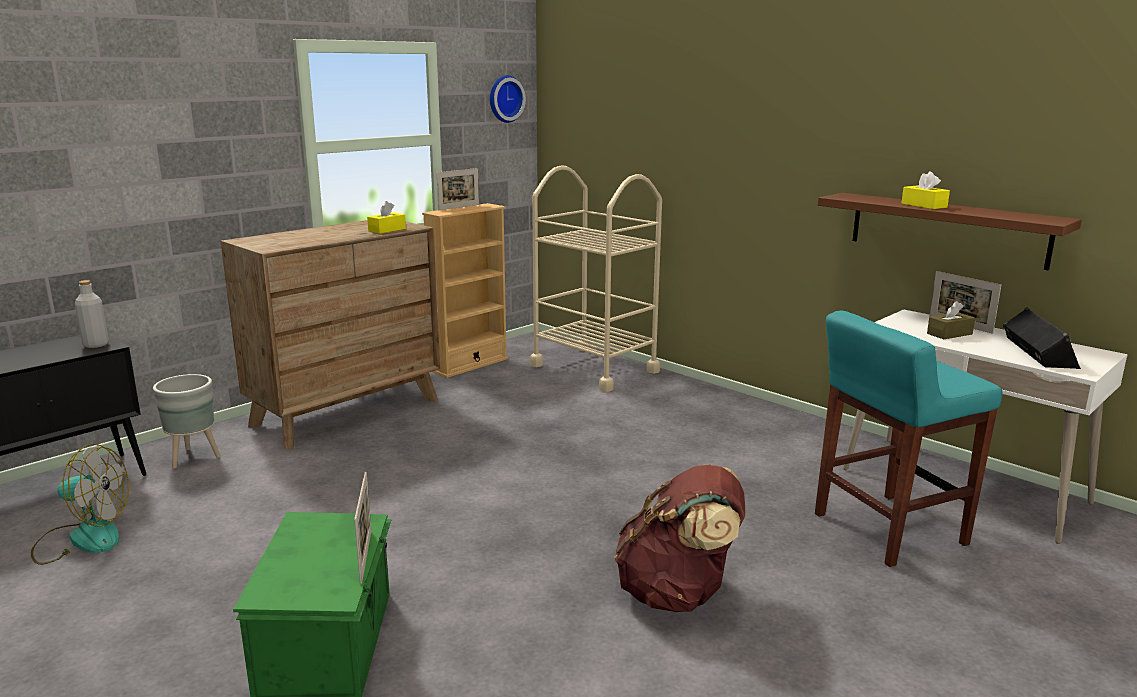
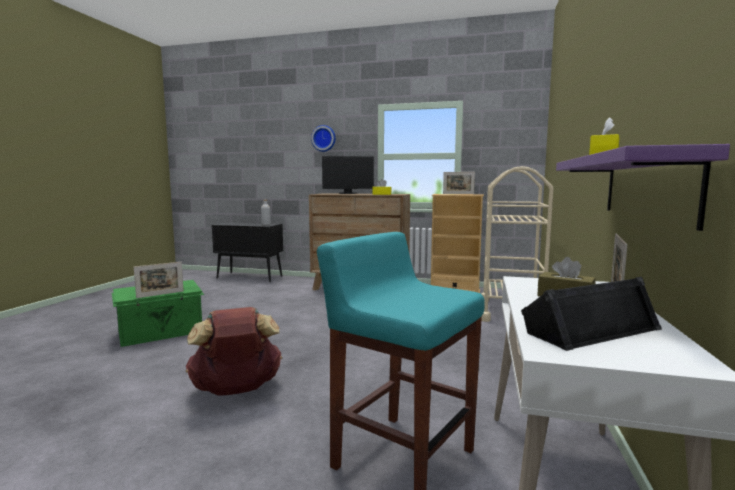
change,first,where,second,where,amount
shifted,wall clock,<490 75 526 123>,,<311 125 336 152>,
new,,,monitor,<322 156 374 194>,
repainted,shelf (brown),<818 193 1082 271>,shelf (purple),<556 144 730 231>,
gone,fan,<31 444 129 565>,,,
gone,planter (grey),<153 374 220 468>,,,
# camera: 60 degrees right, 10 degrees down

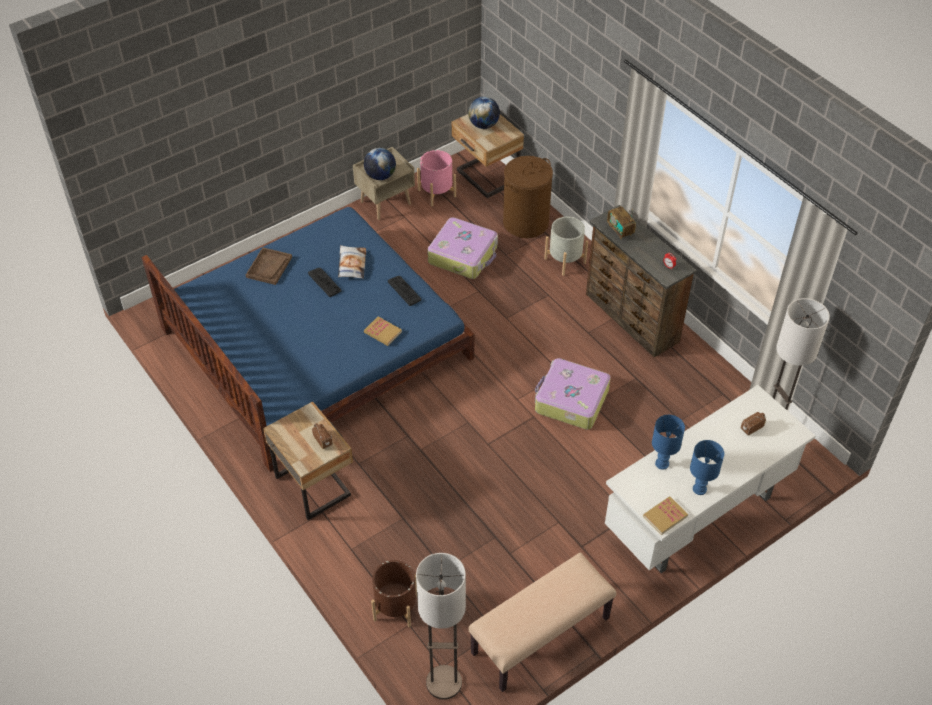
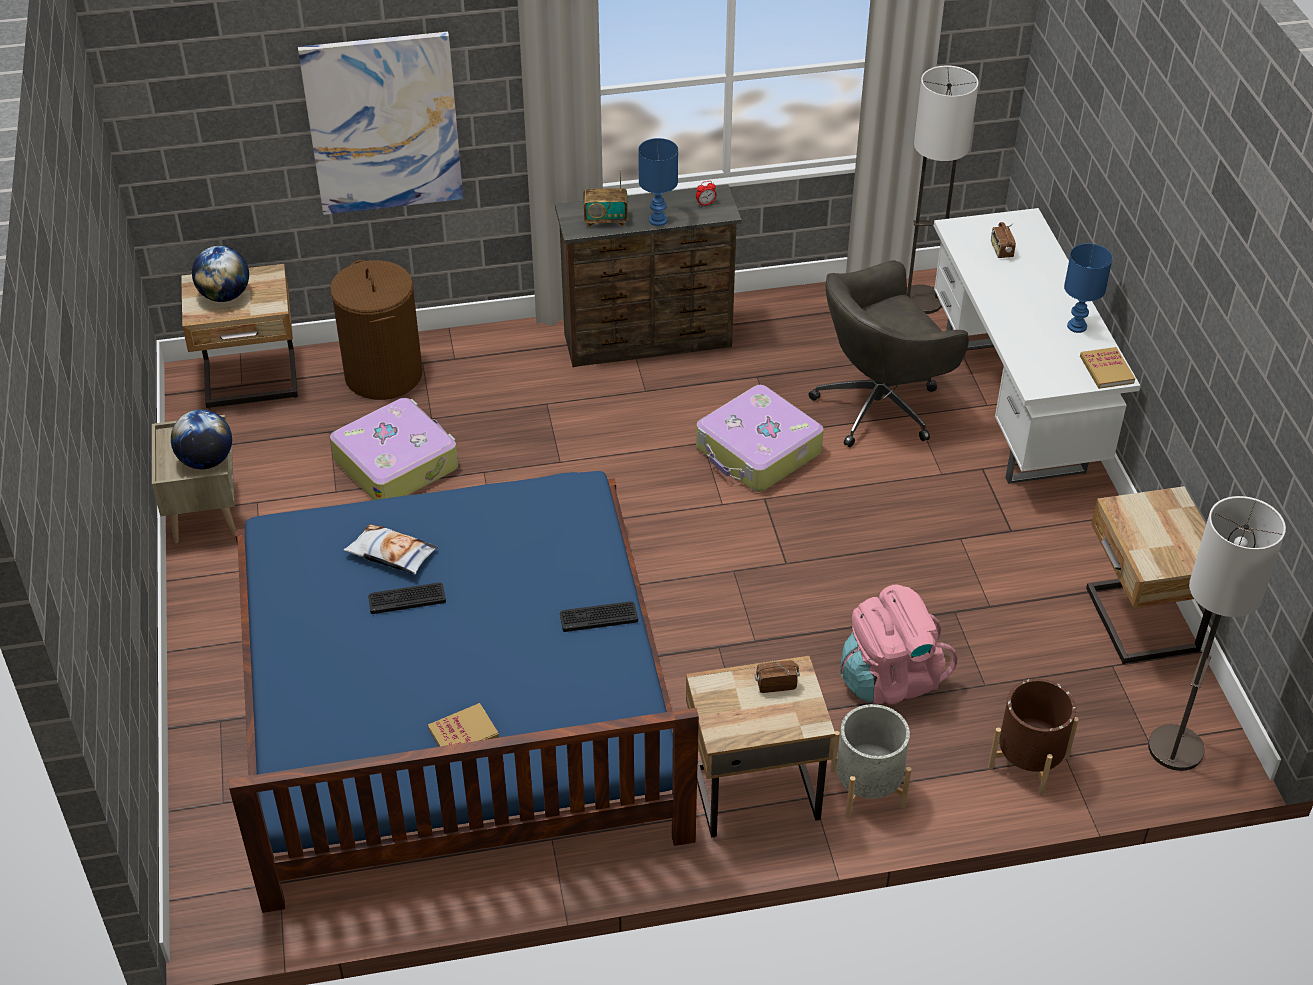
change,first,where,second,where,amount
new,,,picture,<298 32 463 215>,
shifted,book,<364 316 402 346>,,<428 703 499 747>,
shifted,keyboard,<388 276 421 306>,,<560 601 638 632>,
shifted,table lamp (blue),<652 415 685 470>,,<638 138 678 226>,
new,,,office chair (grey),<809 260 969 447>,
shifted,planter (grey),<544 217 588 276>,,<830 704 912 818>,
new,,,backpack (pink),<841 584 958 704>,
swapped,bench (beige),<468 553 616 692>,nightstand (beige),<1086 486 1212 664>,
gone,tray (brown),<246 247 292 285>,,,
gone,planter (pink),<417 150 456 206>,,,
# camera: 65 degrees left, 5 degrees down

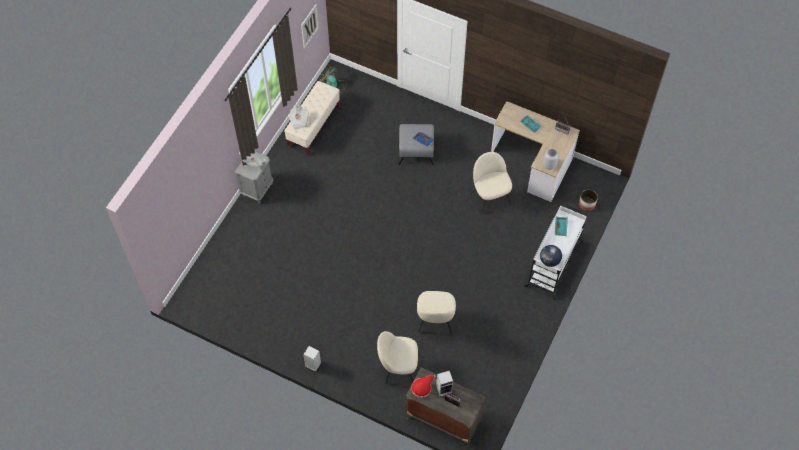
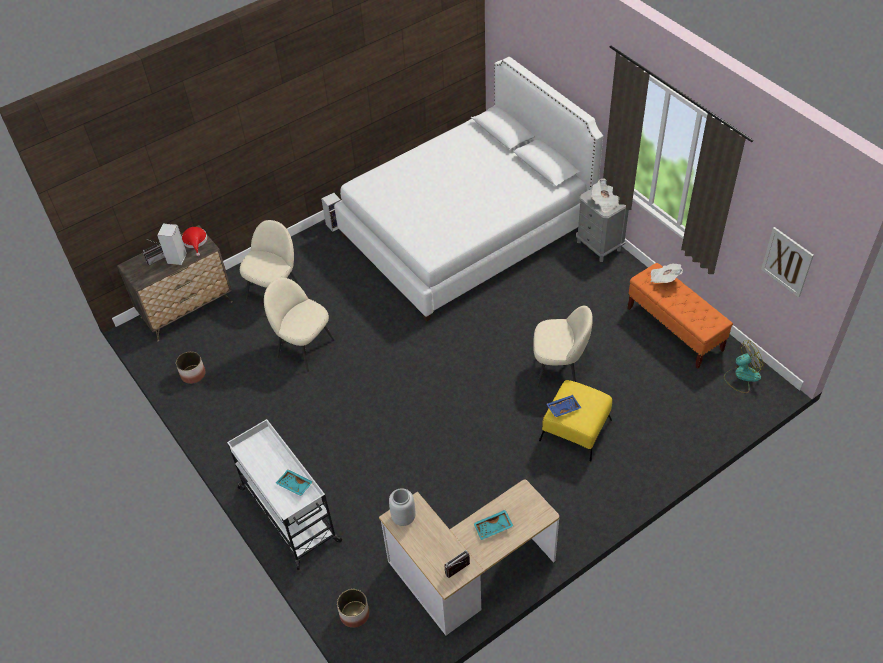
change,first,where,second,where,amount
new,,,planter,<176 351 206 384>,
new,,,bed (white),<334 57 603 321>,
shifted,chair (beige),<471 152 512 214>,,<533 306 593 389>,
repainted,ottoman (grey),<399 124 434 165>,ottoman (yellow),<539 380 612 462>,
repainted,bench (beige),<284 81 340 155>,bench (orange),<627 263 733 369>,
gone,globe,<540 245 562 267>,,,
# camera: 120 degrees right, 10 degrees down

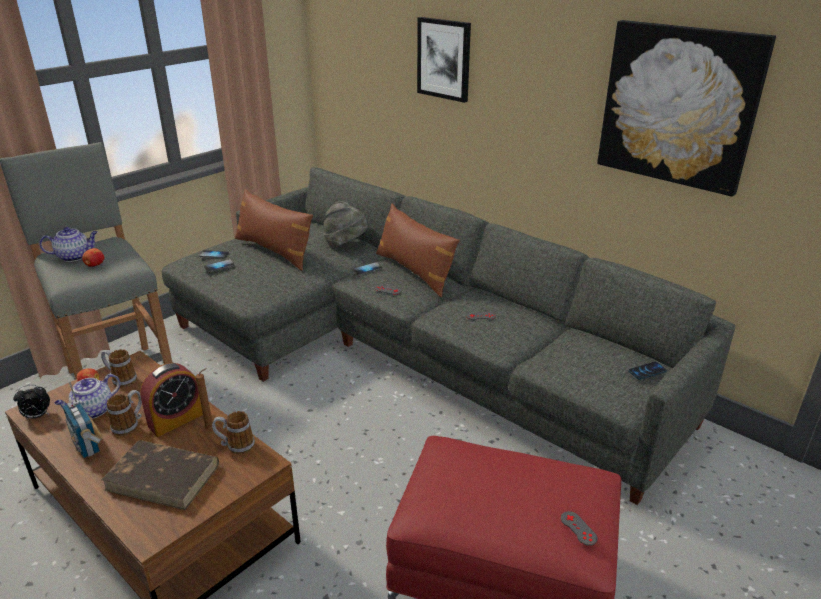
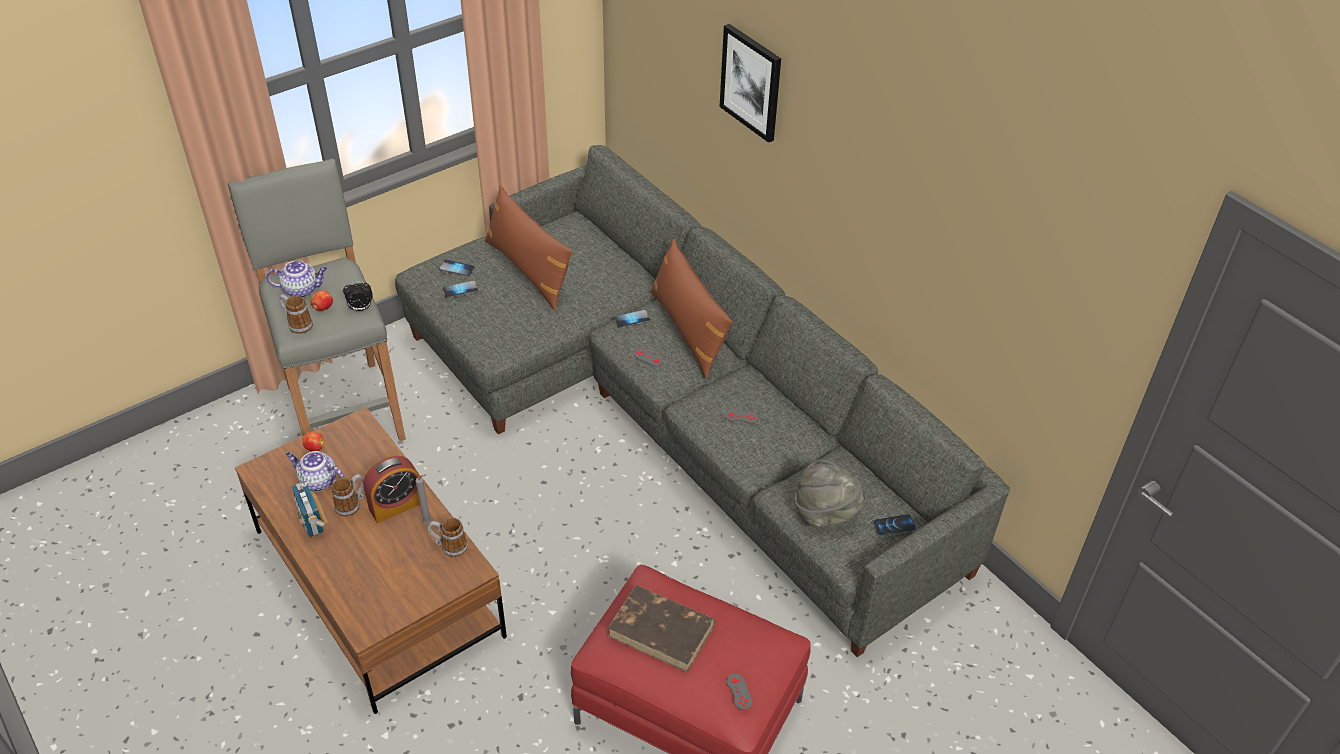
change,first,where,second,where,amount
shifted,mug,<101 349 137 387>,,<278 294 313 334>,
rotated,teapot,<54 374 120 418>,,<286 451 344 491>,60 degrees clockwise
shifted,alarm clock,<13 385 50 419>,,<343 281 373 311>,
repainted,candle (brown),<196 368 213 430>,candle (grey),<416 474 432 524>,
shifted,book (brown),<101 440 219 510>,,<608 585 715 672>,
shifted,hat (grey),<323 201 368 247>,,<795 459 865 527>,
gone,picture,<597 20 776 197>,,,
# camera: 10 degrees right, 15 degrees up

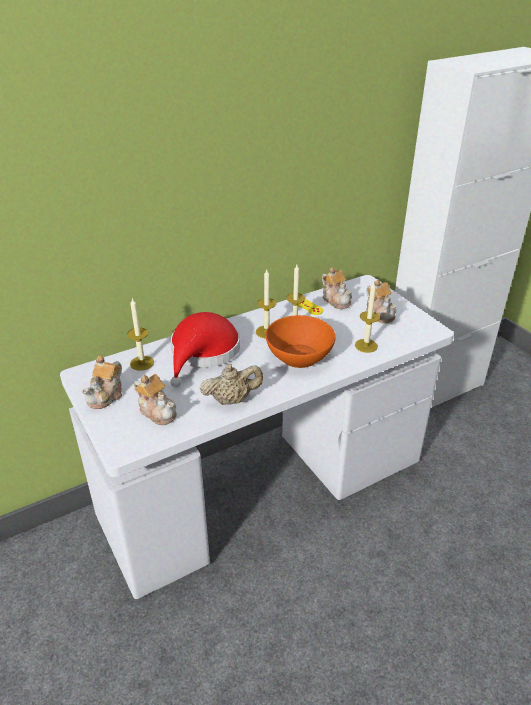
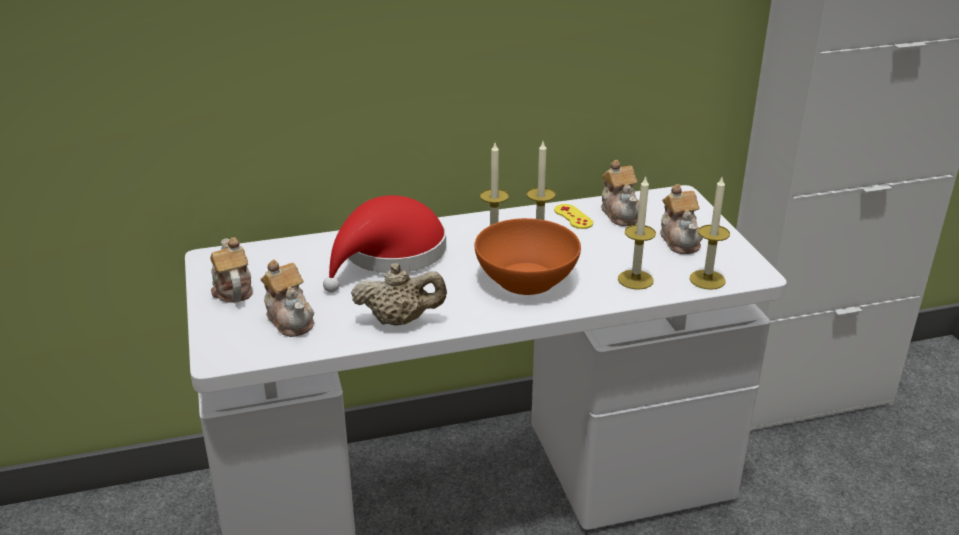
change,first,where,second,where,amount
rotated,teapot,<82 356 122 409>,,<210 237 253 303>,120 degrees clockwise
shifted,candle,<127 297 154 370>,,<689 177 730 290>,
# camera: 15 degrees right, 5 degrees down

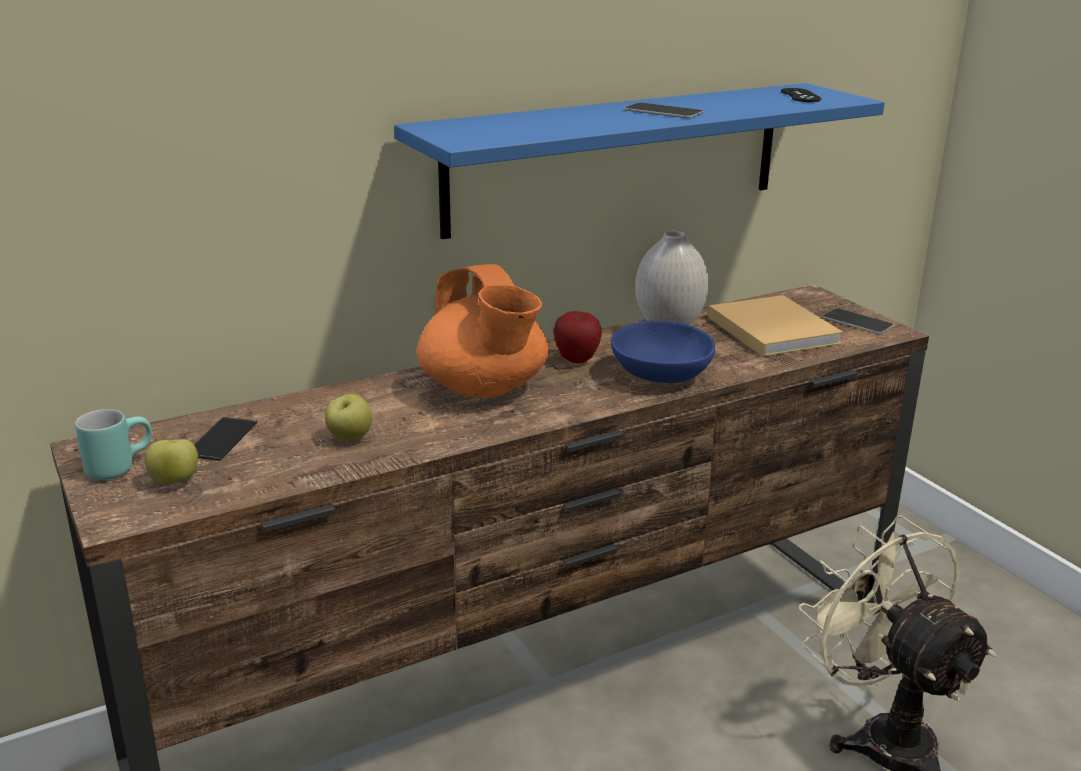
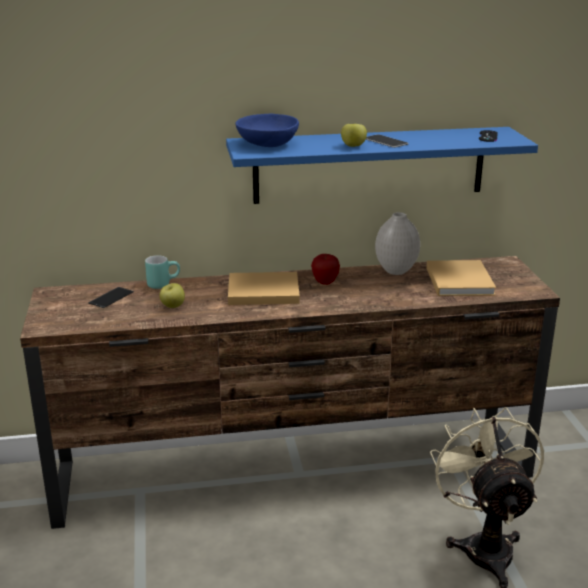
change,first,where,second,where,amount
shifted,mug (turquoise),<75 409 152 480>,,<145 255 180 289>,
swapped,teapot (orange),<417 264 548 398>,book (beige),<228 272 300 305>,
shifted,bowl (blue),<611 321 715 383>,,<235 114 299 147>,
shifted,apple,<144 439 198 485>,,<341 124 367 147>,
gone,phone,<822 308 894 334>,,,
# camera: 20 degrees right, 0 degrees up

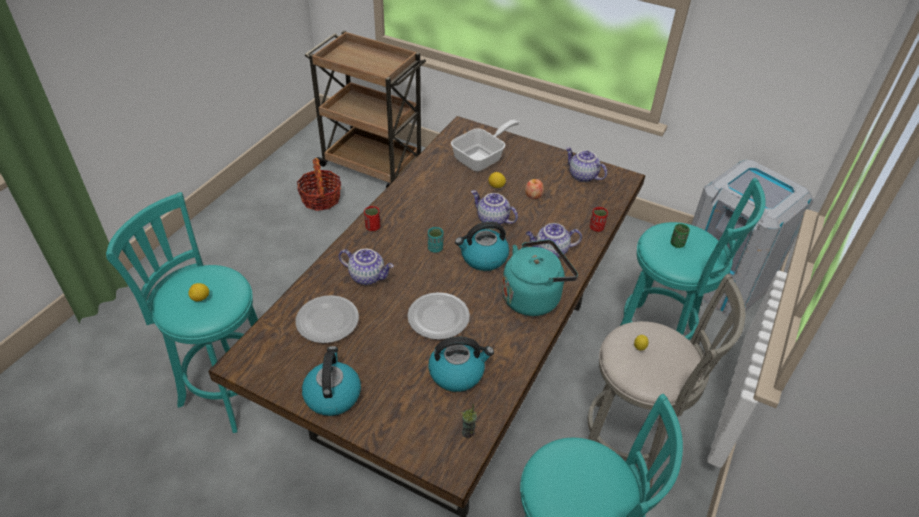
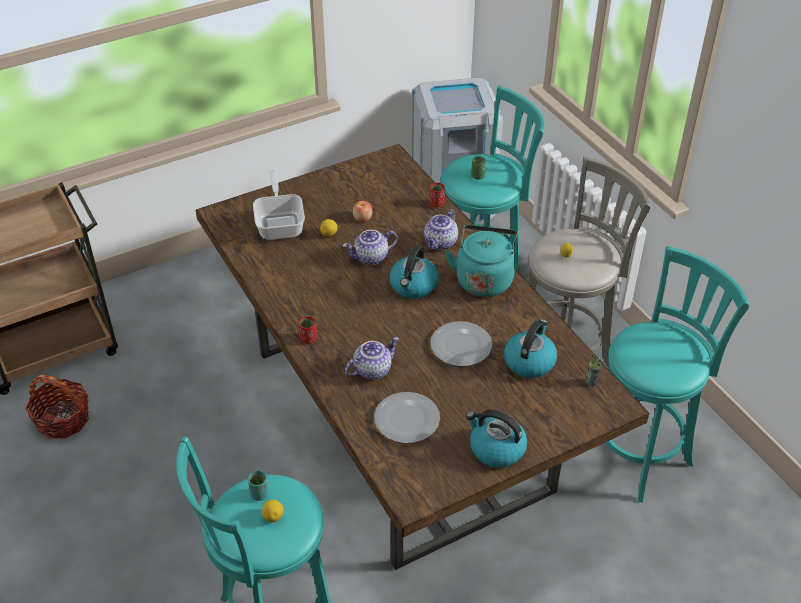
change,first,where,second,where,amount
shifted,cup (turquoise),<428 227 444 253>,,<248 471 269 501>,
gone,teapot,<566 147 607 182>,,,
# camera: 55 degrees left, 0 degrees up

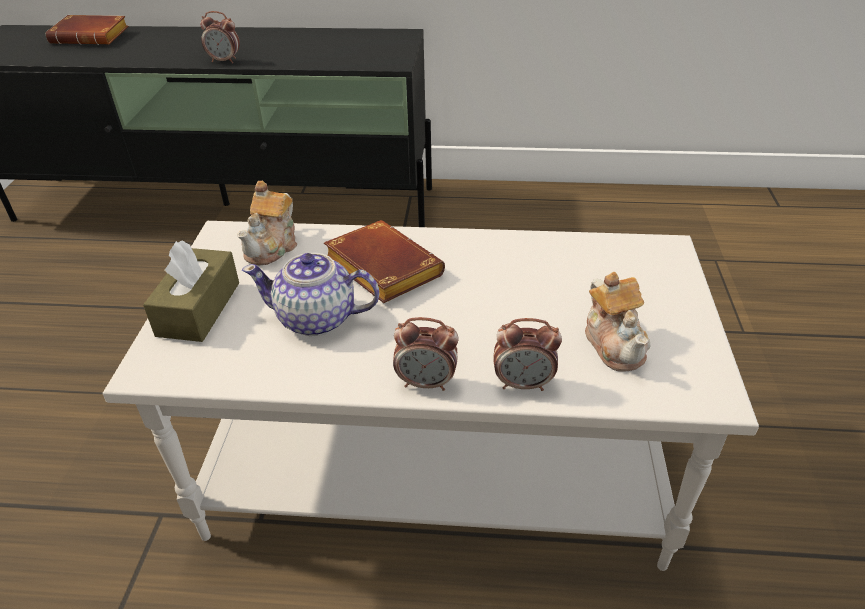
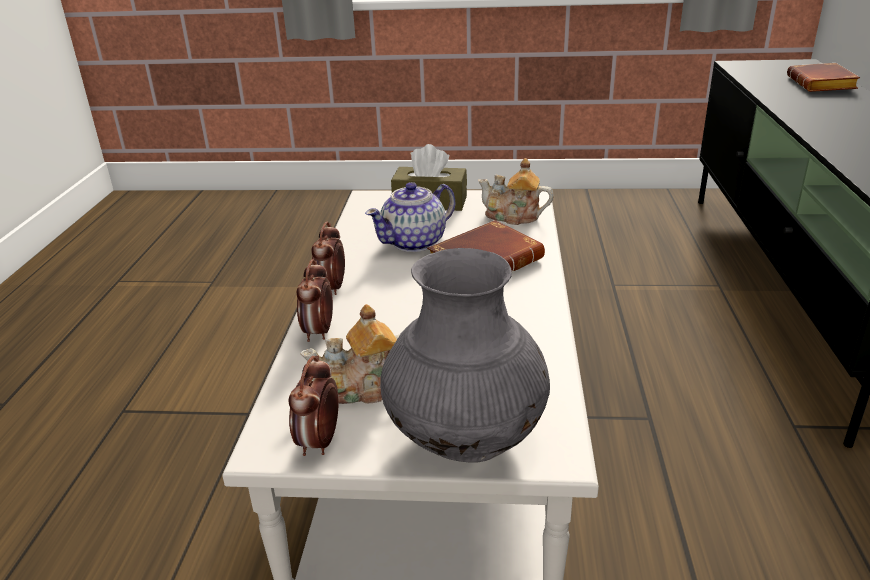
change,first,where,second,where,amount
shifted,alarm clock,<200 11 240 64>,,<289 355 338 456>,
rotated,teapot,<242 253 379 336>,,<365 182 456 252>,135 degrees counterclockwise
new,,,vase (grey),<380 248 550 462>,
# camera: 90 degrees right, 10 degrees down

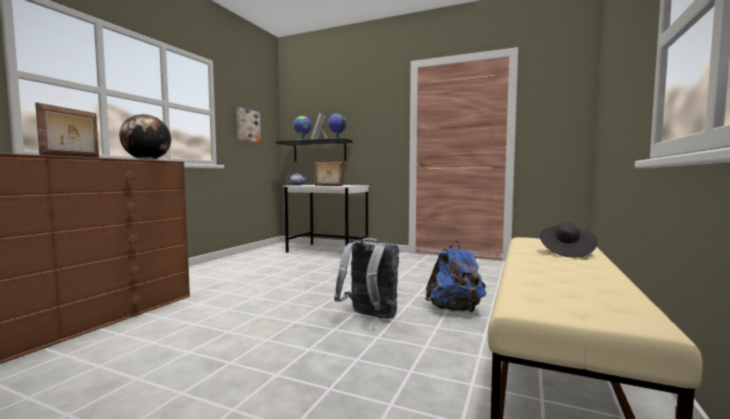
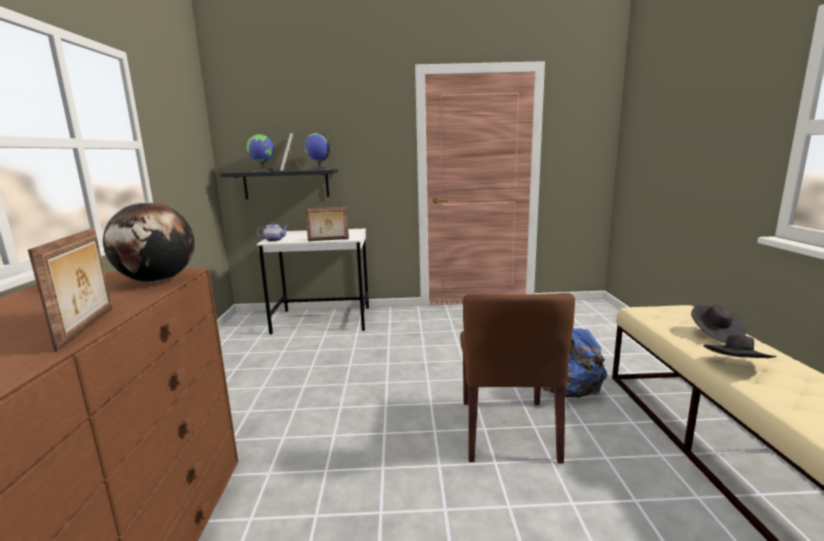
change,first,where,second,where,amount
swapped,backpack (grey),<334 238 399 319>,chair (brown),<460 293 575 464>,
new,,,hat (black),<704 334 777 358>,
gone,picture,<236 107 261 142>,,,
# camera: 25 degrees left, 10 degrees up

